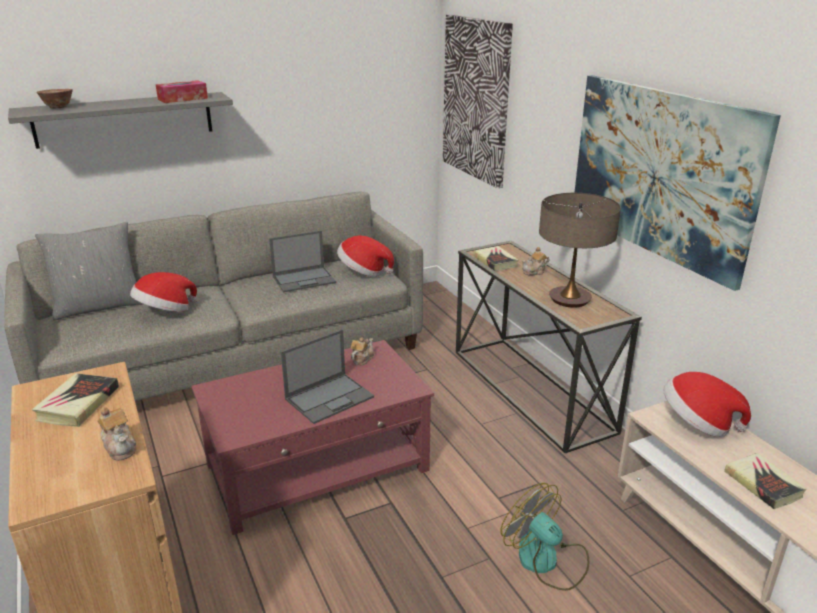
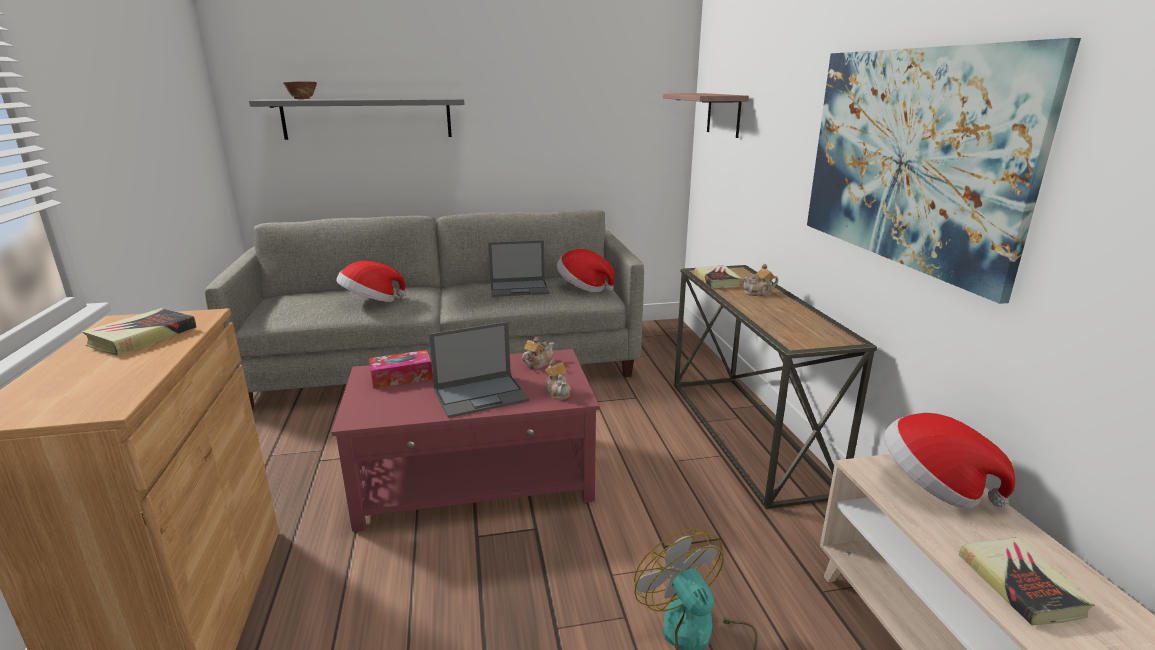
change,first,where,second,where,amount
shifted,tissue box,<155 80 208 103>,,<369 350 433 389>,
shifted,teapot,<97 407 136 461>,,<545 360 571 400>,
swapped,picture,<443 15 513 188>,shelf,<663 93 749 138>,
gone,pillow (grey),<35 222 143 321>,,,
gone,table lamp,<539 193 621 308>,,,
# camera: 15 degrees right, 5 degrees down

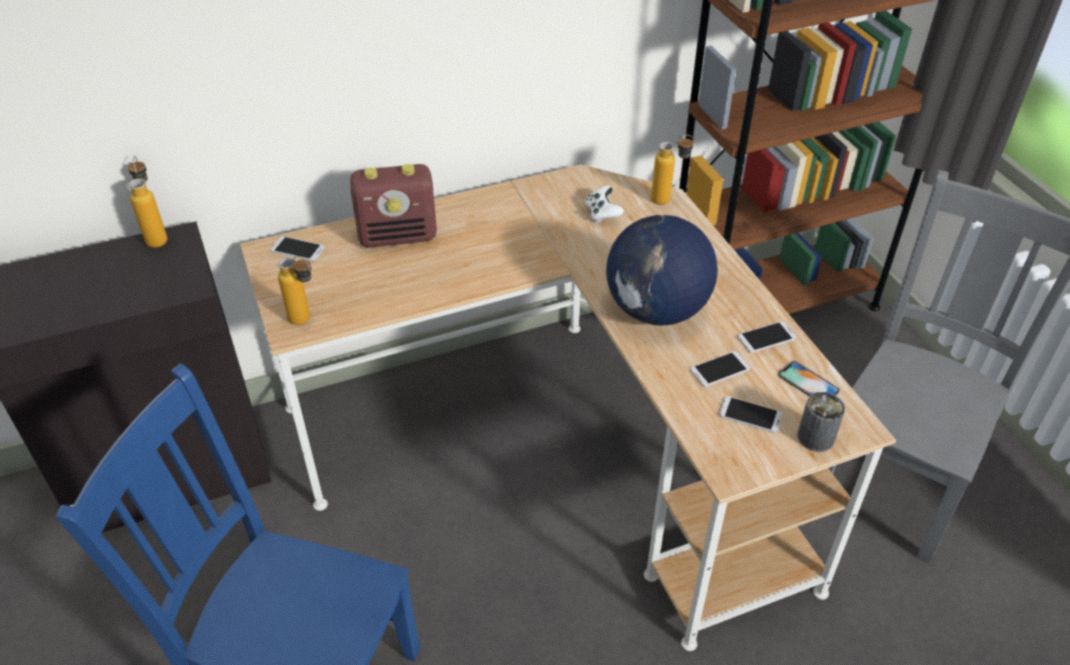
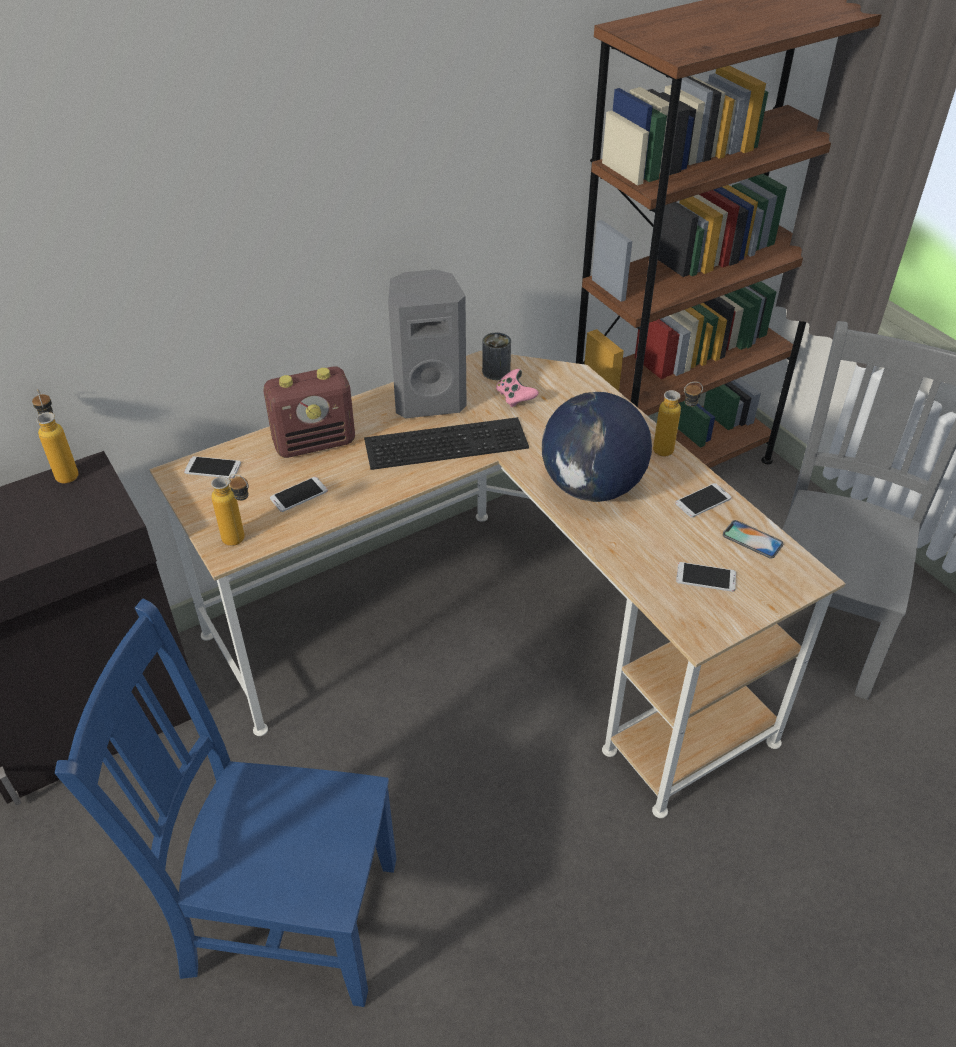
change,first,where,second,where,amount
shifted,phone,<690 351 751 387>,,<270 477 328 512>,
new,,,keyboard,<364 417 529 470>,
new,,,speaker (grey),<388 270 467 418>,
shifted,can,<797 392 845 452>,,<482 332 511 380>,
repainted,game controller (white),<585 186 624 223>,game controller (pink),<496 369 539 408>,
shifted,bottle,<651 135 695 205>,,<653 382 703 457>,
# camera: 10 degrees left, 0 degrees up

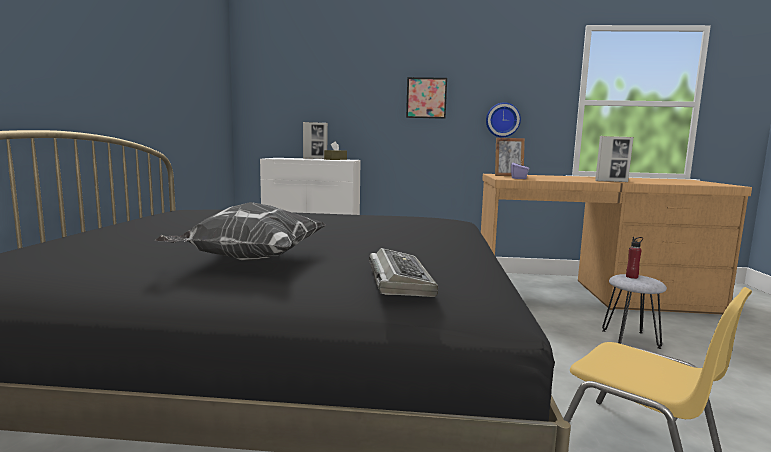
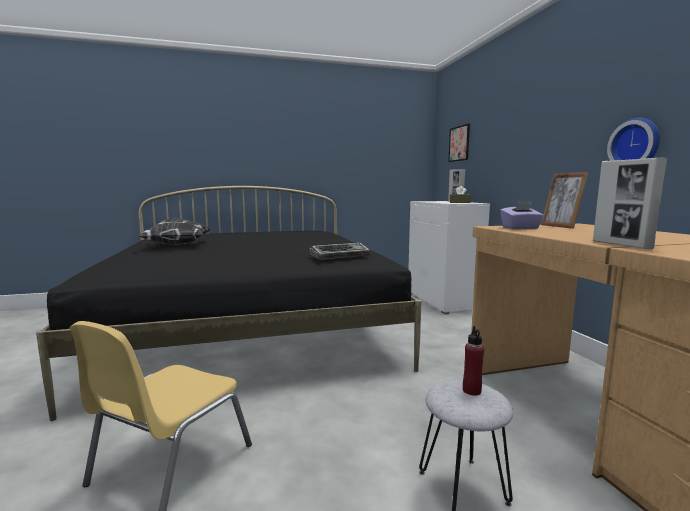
change,first,where,second,where,amount
shifted,keyboard,<369 248 438 297>,,<309 243 370 260>,
shifted,picture,<406 77 447 119>,,<448 124 470 162>,
# camera: 70 degrees right, 0 degrees up

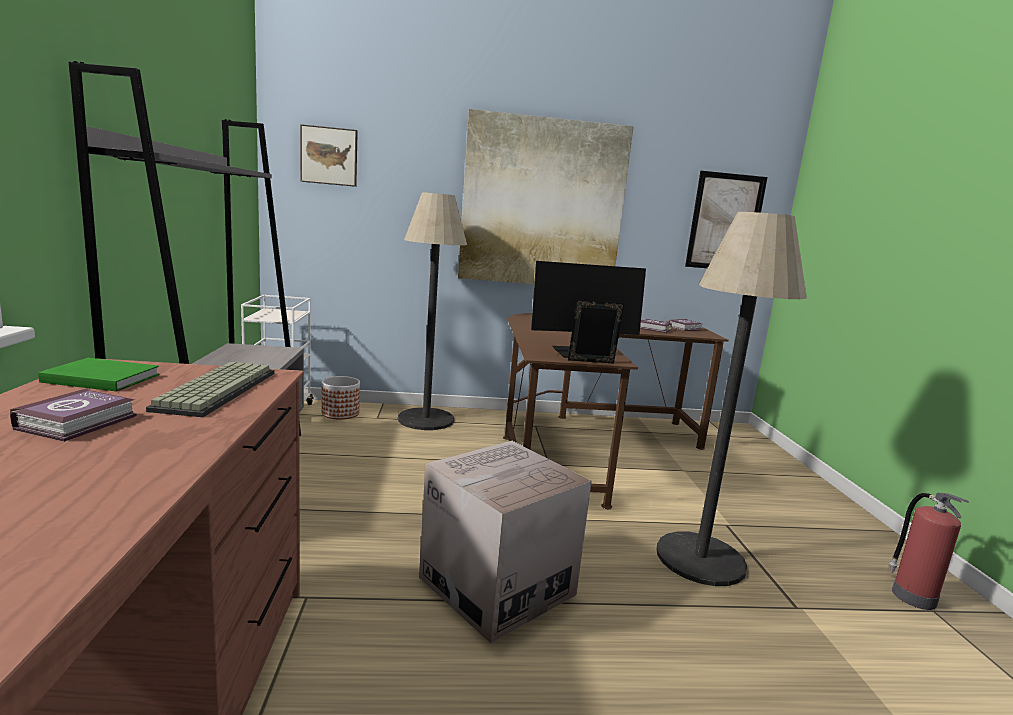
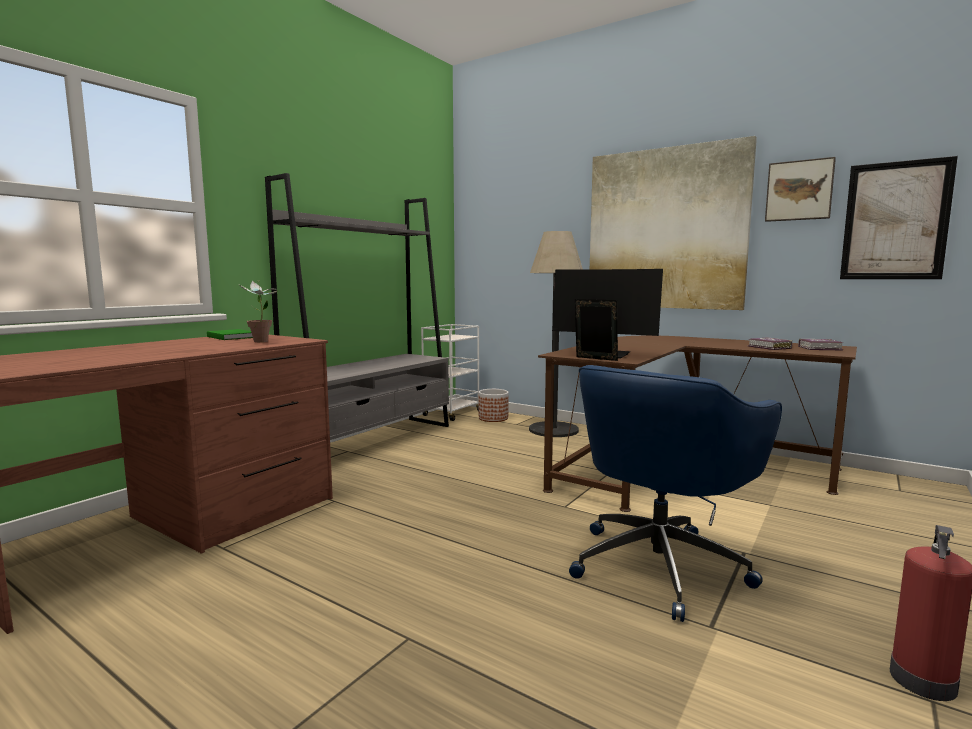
change,first,where,second,where,amount
swapped,keyboard,<146 362 275 417>,potted plant,<240 280 277 342>,
swapped,floor lamp,<656 212 807 586>,office chair (blue),<569 365 782 622>,
shifted,picture,<300 124 358 187>,,<765 157 836 222>,
gone,book,<10 388 137 442>,,,
gone,cardboard box,<419 441 592 643>,,,
# camera: 40 degrees right, 5 degrees down

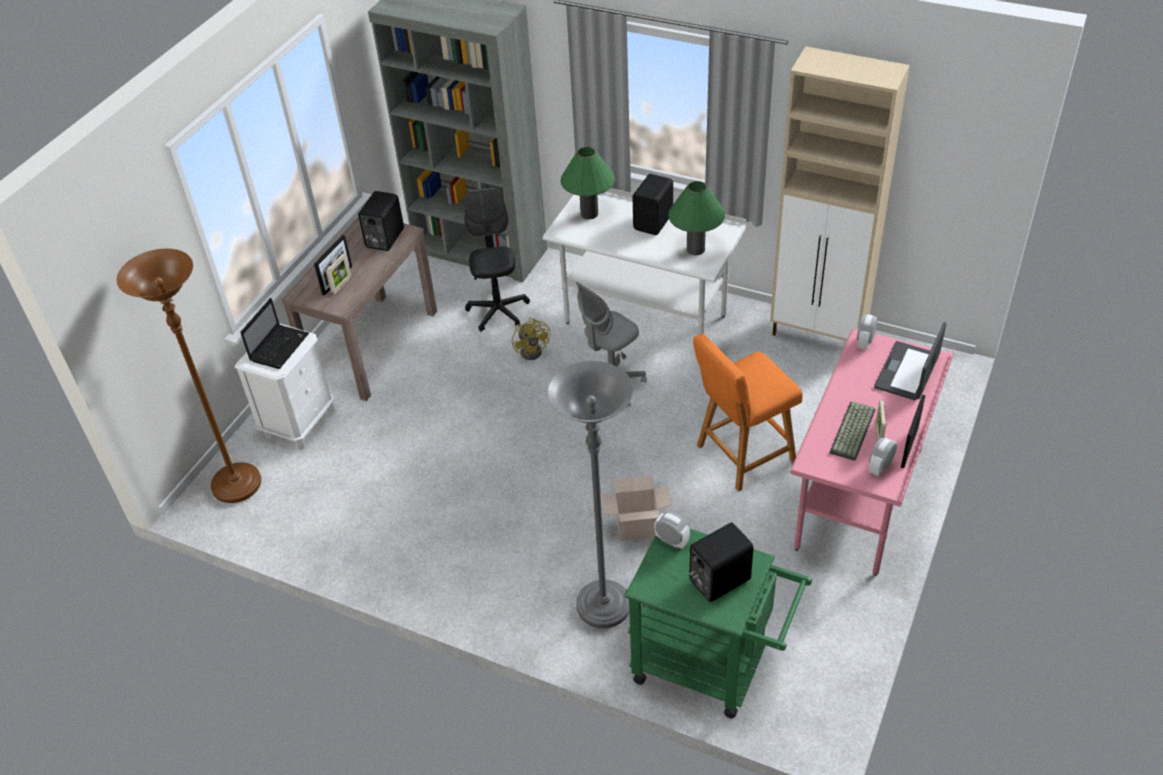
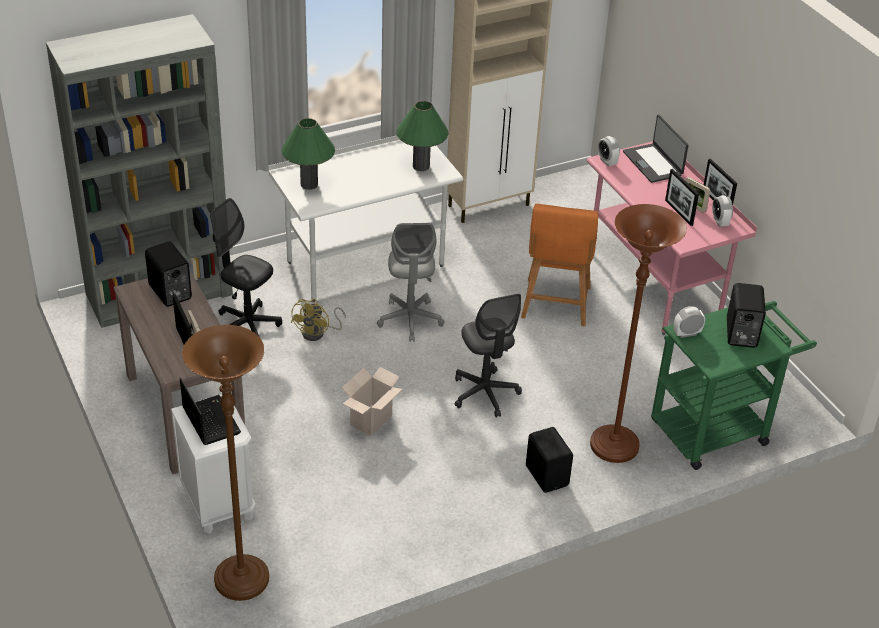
change,first,where,second,where,amount
rotated,fan (yellow),<512 318 551 360>,,<291 299 346 341>,90 degrees clockwise
shifted,cardboard box,<601 475 672 541>,,<342 367 402 436>,
new,,,office chair (grey),<455 294 522 418>,
shifted,speaker (black),<633 174 673 235>,,<526 427 573 493>,
repainted,floor lamp (grey),<548 361 633 628>,floor lamp (brown),<590 204 687 463>,
swapped,keyboard,<830 401 876 461>,picture frame,<665 169 699 226>,
# camera: 55 degrees left, 5 degrees down

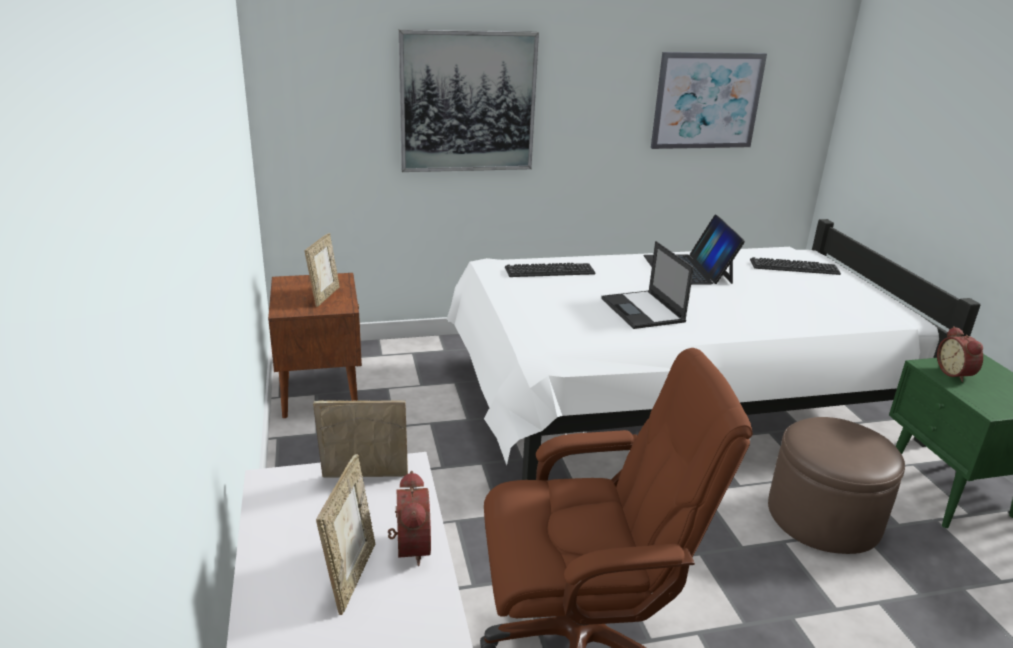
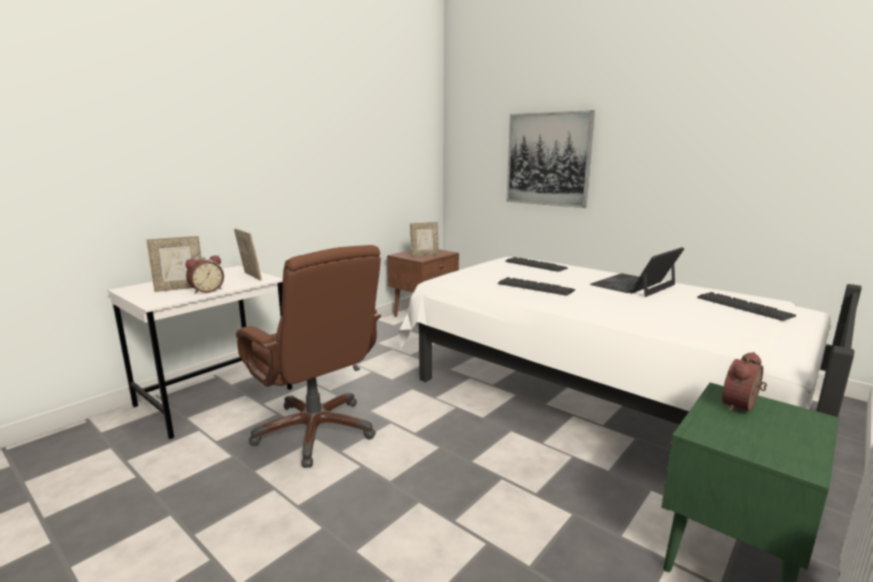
change,first,where,second,where,amount
swapped,laptop,<601 241 694 329>,keyboard,<498 277 575 296>,
gone,picture,<651 52 767 149>,,,
gone,ottoman (brown),<768 417 905 554>,,,
# camera: 55 degrees right, 10 degrees down

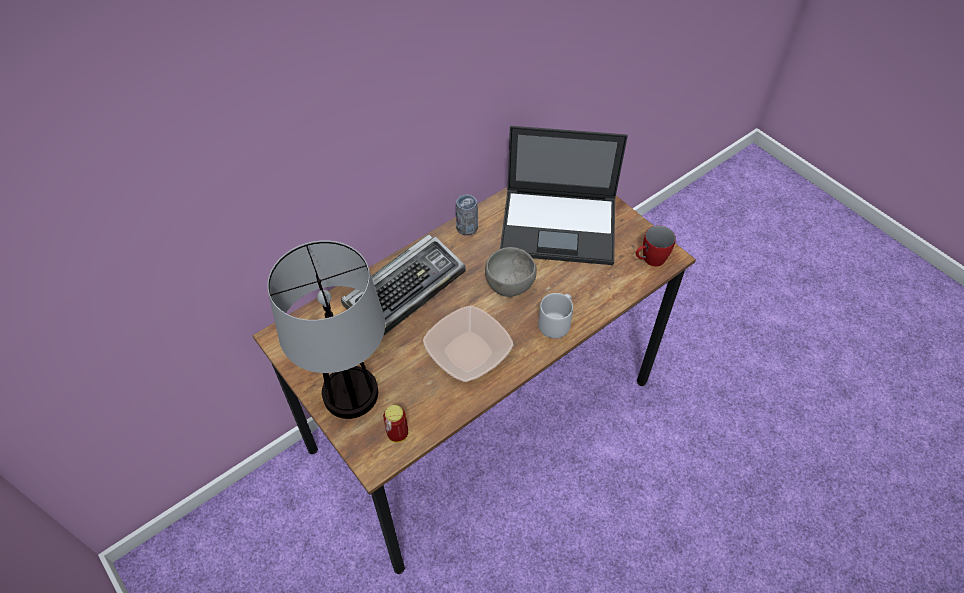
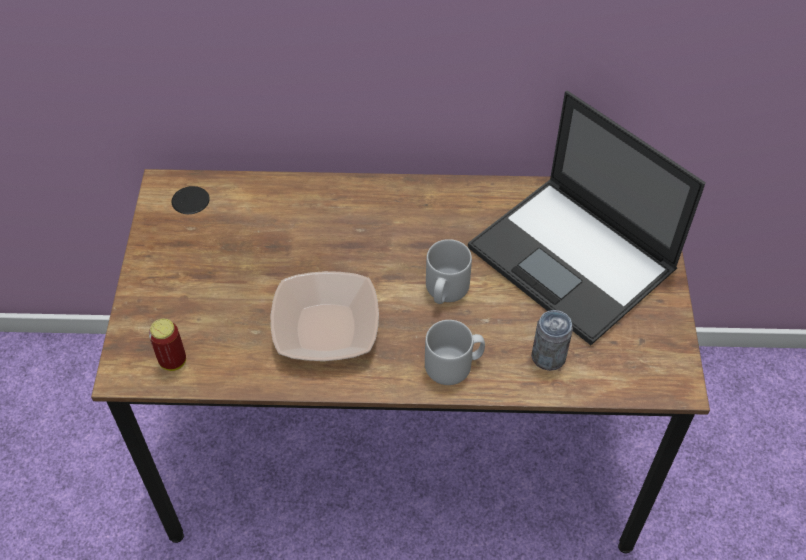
change,first,where,second,where,amount
swapped,bowl (grey),<485 247 537 297>,mug (grey),<426 239 472 304>,
shifted,can,<455 195 478 236>,,<531 310 573 371>,
gone,table lamp,<268 240 385 419>,,,
gone,keyboard,<341 235 466 336>,,,
gone,mug (red),<636 225 676 266>,,,
# camera: 40 degrees right, 0 degrees up

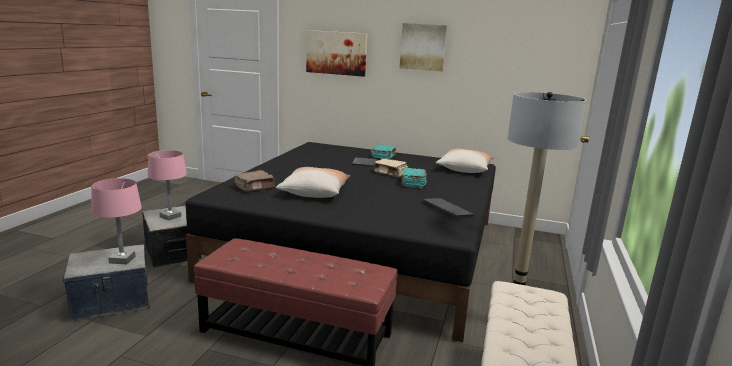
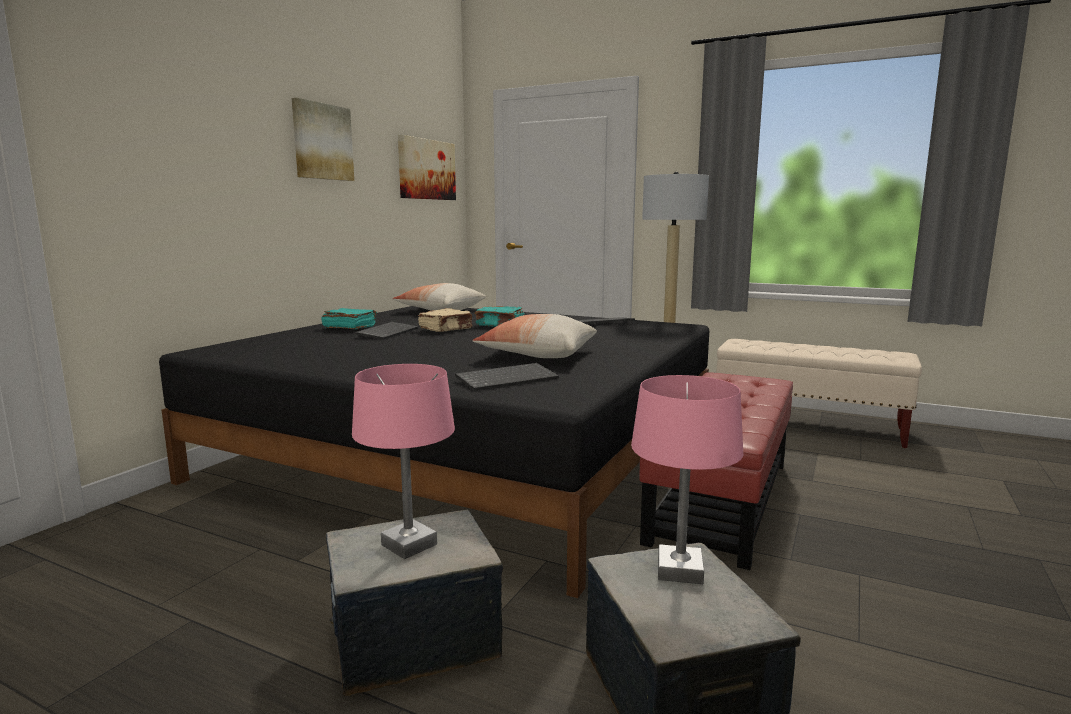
change,first,where,second,where,amount
shifted,picture,<306 30 367 77>,,<398 135 456 200>,
swapped,book (brown),<235 170 275 191>,keyboard,<455 363 559 391>,
# camera: 80 degrees left, 5 degrees down

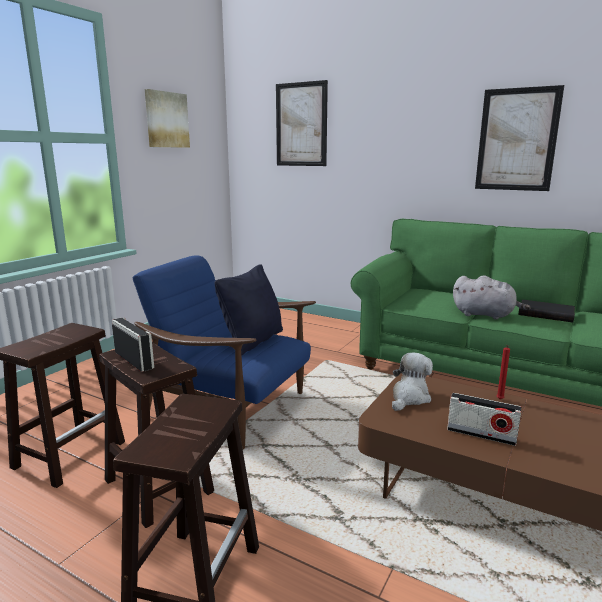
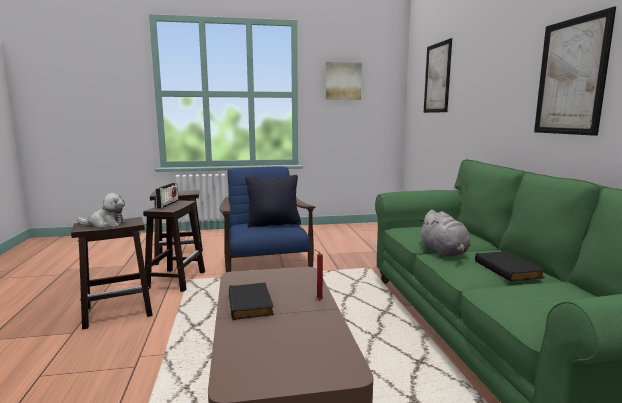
change,first,where,second,where,amount
shifted,plush toy,<392 352 433 411>,,<77 193 126 228>,
swapped,radio,<447 393 522 446>,book (black),<229 282 274 320>,
# camera: 50 degrees right, 5 degrees down

